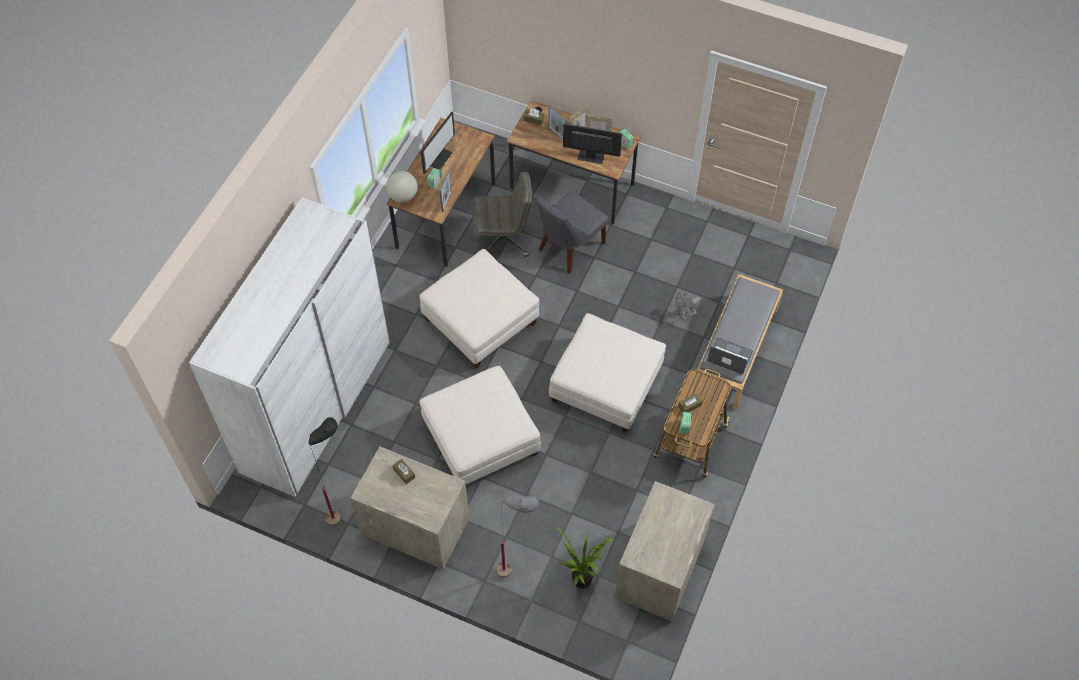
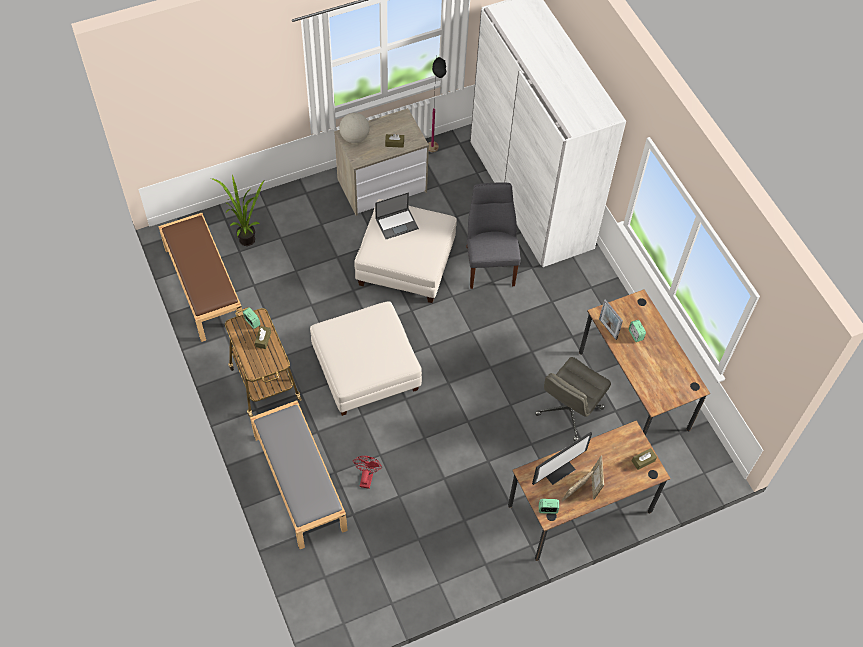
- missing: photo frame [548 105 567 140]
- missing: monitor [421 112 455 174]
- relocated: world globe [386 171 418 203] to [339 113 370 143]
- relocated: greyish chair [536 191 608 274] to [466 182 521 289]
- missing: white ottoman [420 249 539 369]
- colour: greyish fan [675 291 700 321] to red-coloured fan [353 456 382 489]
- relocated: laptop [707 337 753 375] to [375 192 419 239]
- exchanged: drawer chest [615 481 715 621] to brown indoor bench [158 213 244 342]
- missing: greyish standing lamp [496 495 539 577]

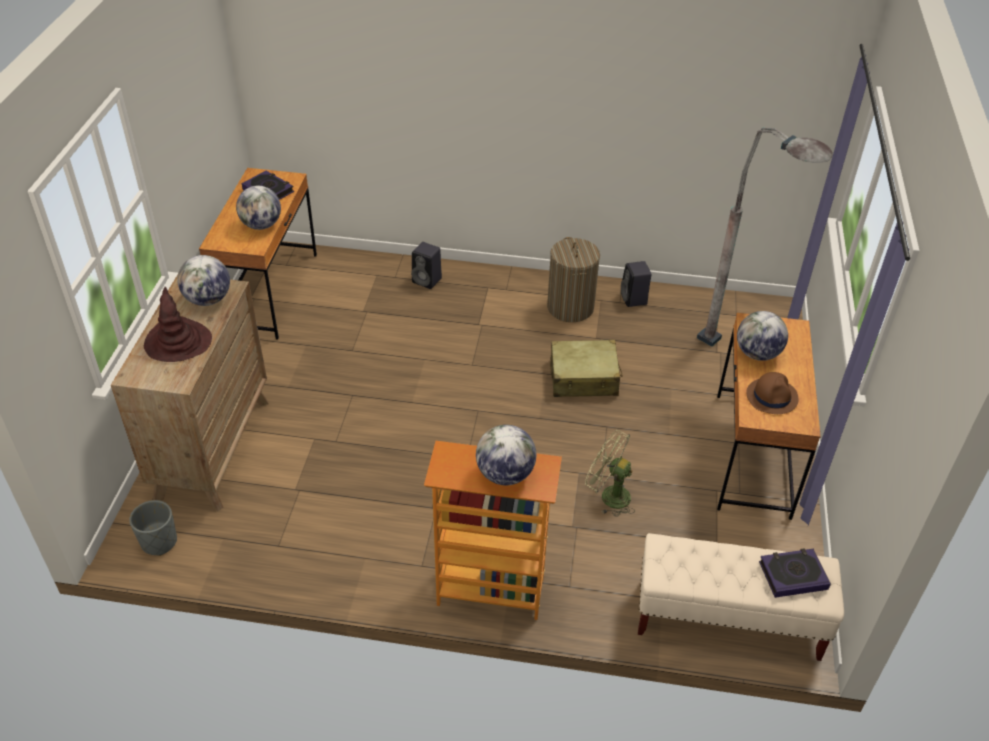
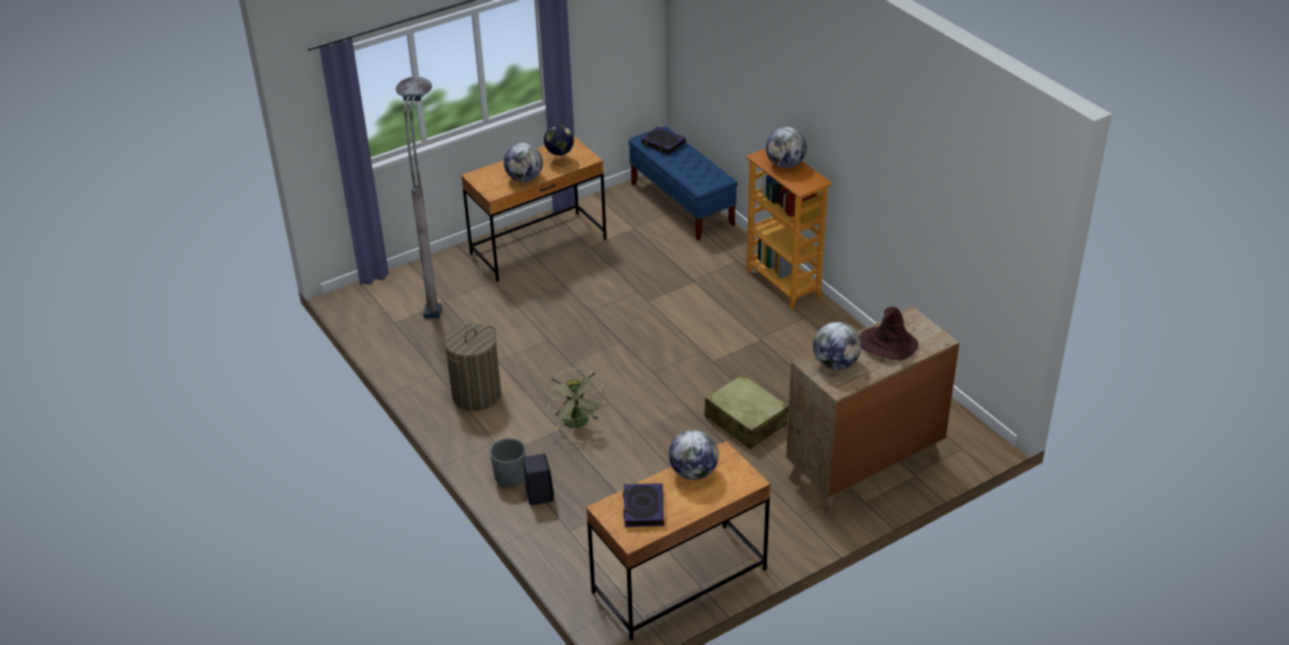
- missing: black audio speaker [621 261 651 307]
- relocated: beige travel case [550 340 623 397] to [704 374 789 449]
- exchanged: brown hat [746 372 799 414] to world globe [544 125 574 166]
- relocated: green fan [585 430 635 517] to [545 368 605 430]
- relocated: greyish planter [129 500 177 556] to [490 438 526 487]
- colour: beige indoor bench [638 533 844 661] to blue indoor bench [628 126 738 240]

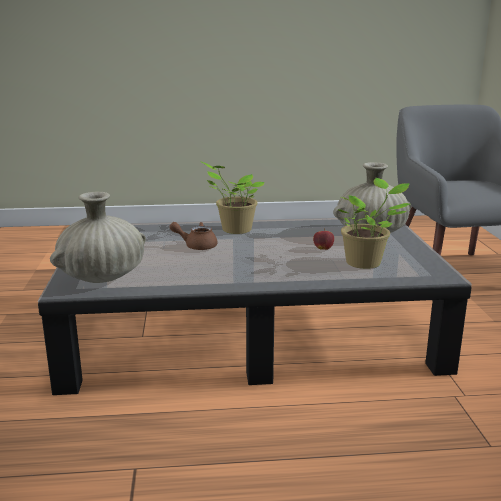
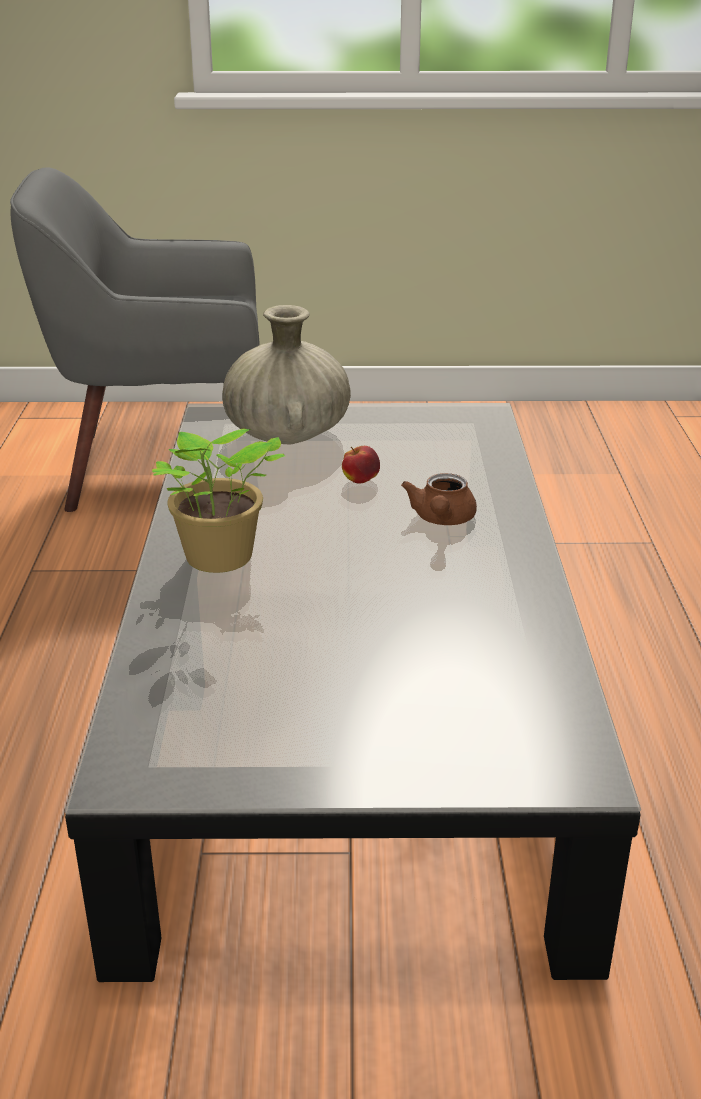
- missing: potted plant [338 178 410 269]
- missing: beige flower vase [50 192 146 283]
- relocated: brown tea pot [169 222 217 250] to [401 473 477 525]

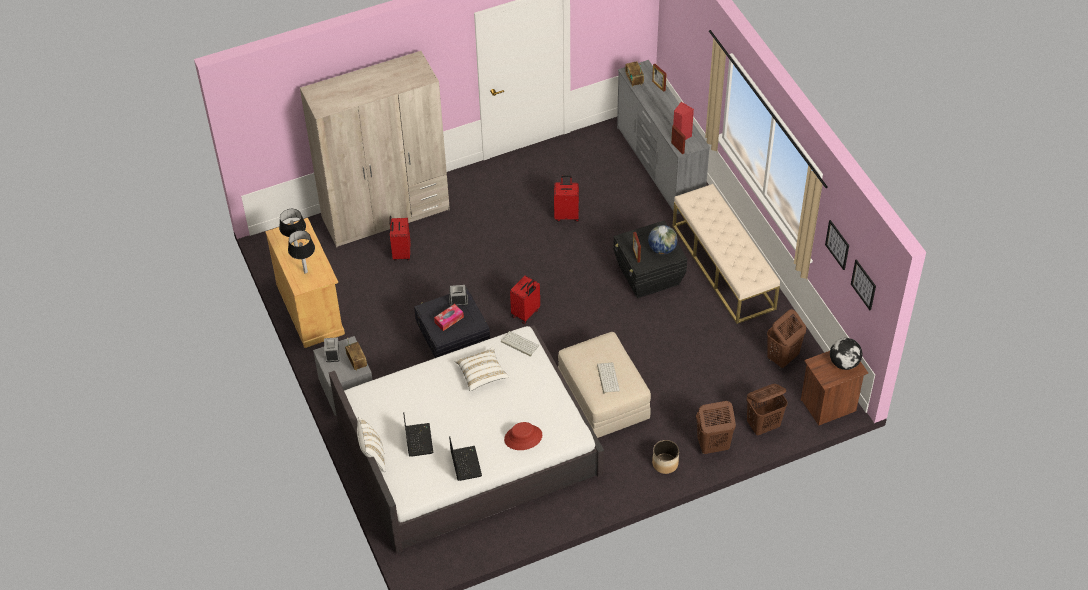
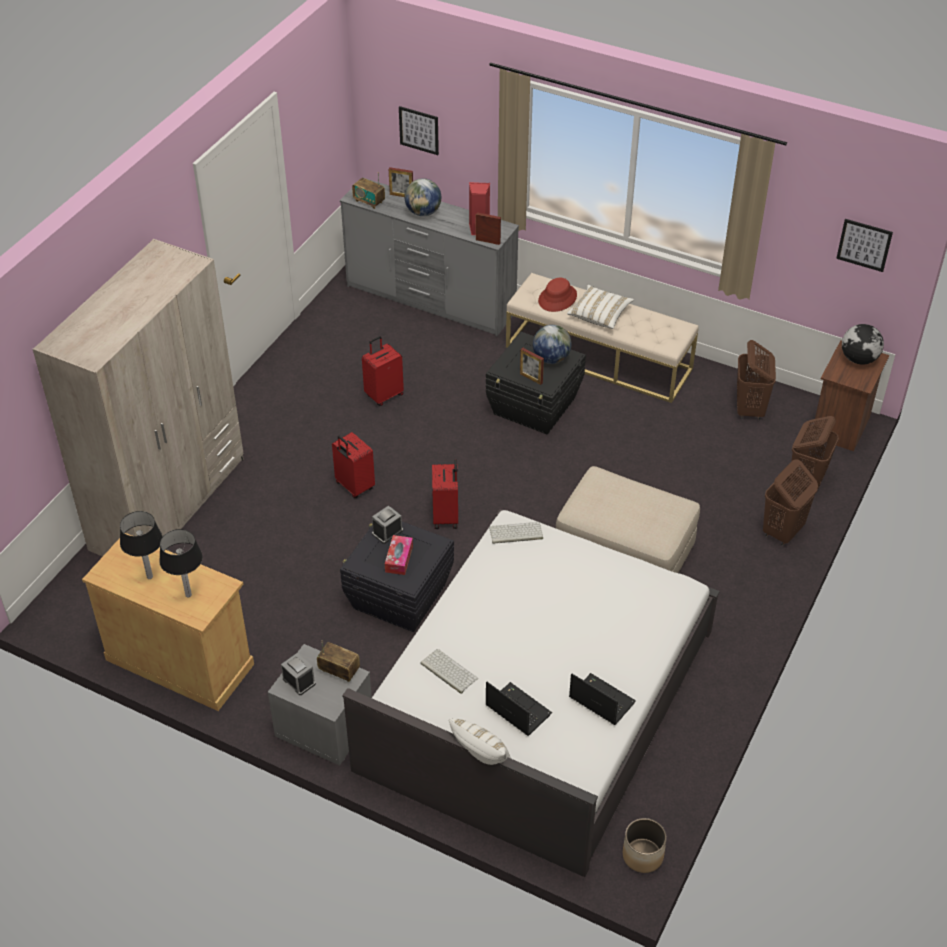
- relocated: red-coloured travel case [389 216 410 261] to [332 432 375 498]
- relocated: wall art [825 220 849 270] to [399 106 439 155]
- relocated: white throw pillow [454 347 509 391] to [567 285 634 329]
- relocated: keyboard [597 363 620 393] to [420 649 478 694]
- relocated: red-coloured hat [504 422 542 450] to [538 277 577 312]
- relocated: planter [652 440 679 474] to [623 818 667 873]
- appeared: world globe [404 178 441 216]

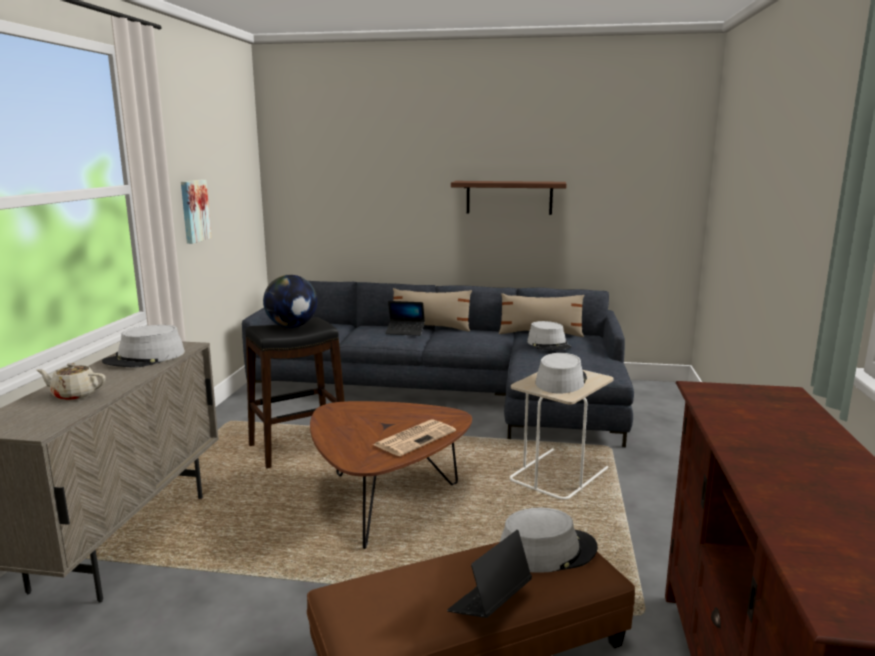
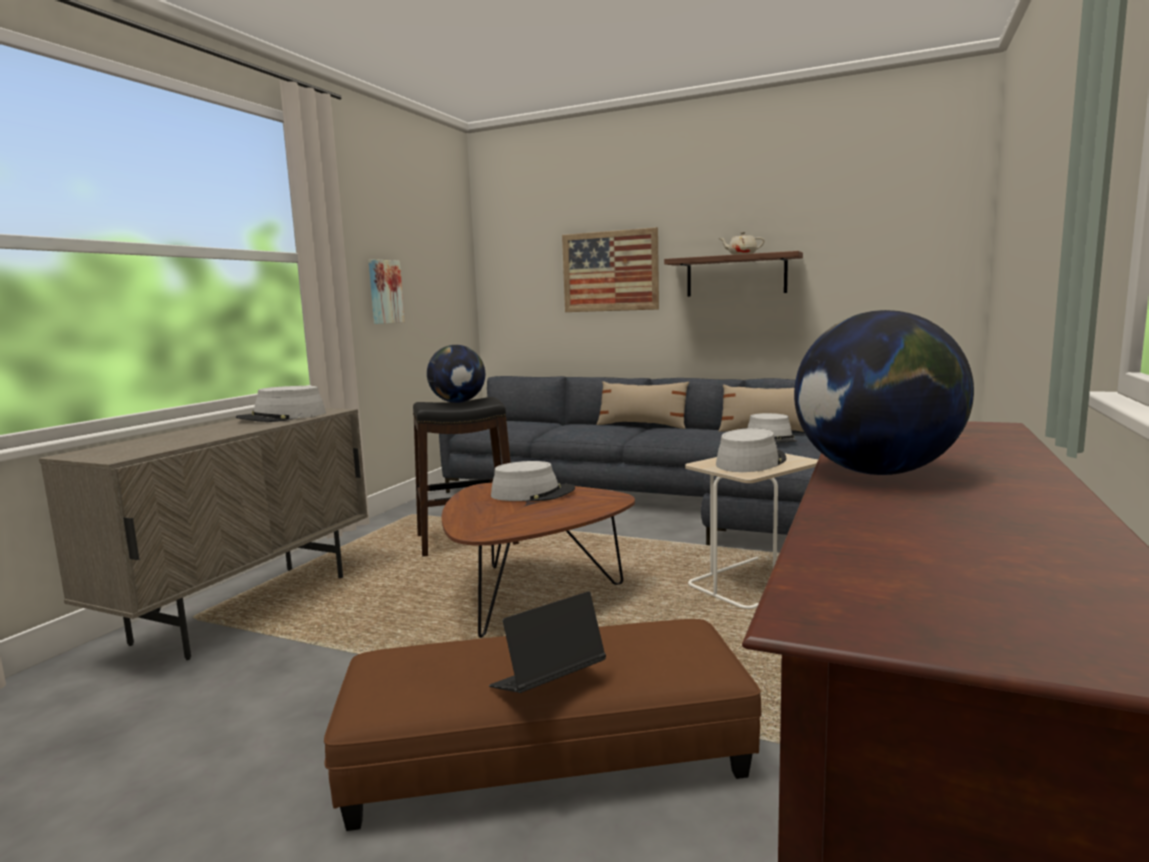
- missing: laptop [386 301 425 336]
- relocated: beige tea pot [36 363 105 401] to [719 232 765 255]
- missing: daily paper [373 419 456 456]
- relocated: greyish hat [500 508 598 573] to [491 461 575 501]
- appeared: wall art [562 227 659 312]
- appeared: world globe [794 310 974 475]

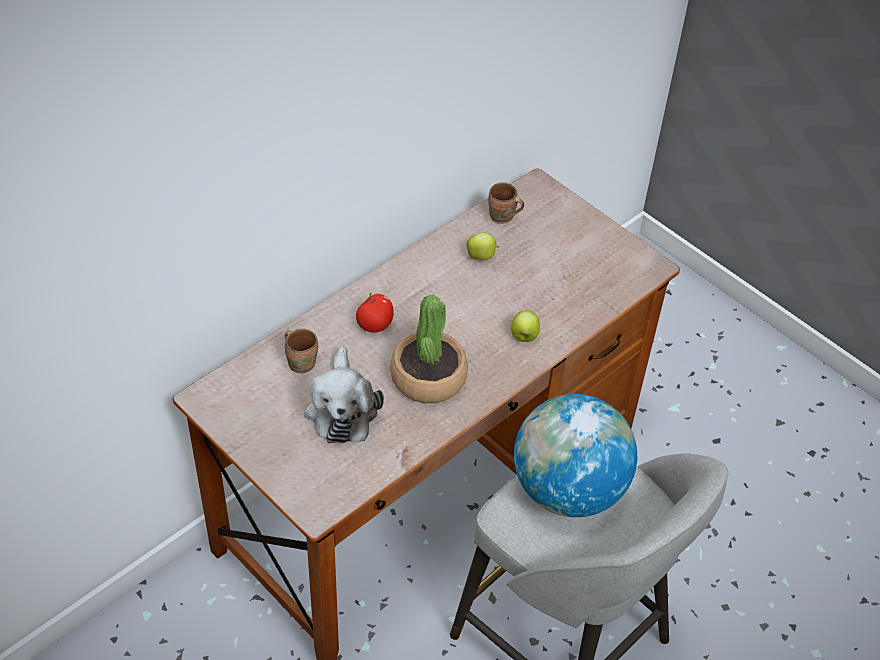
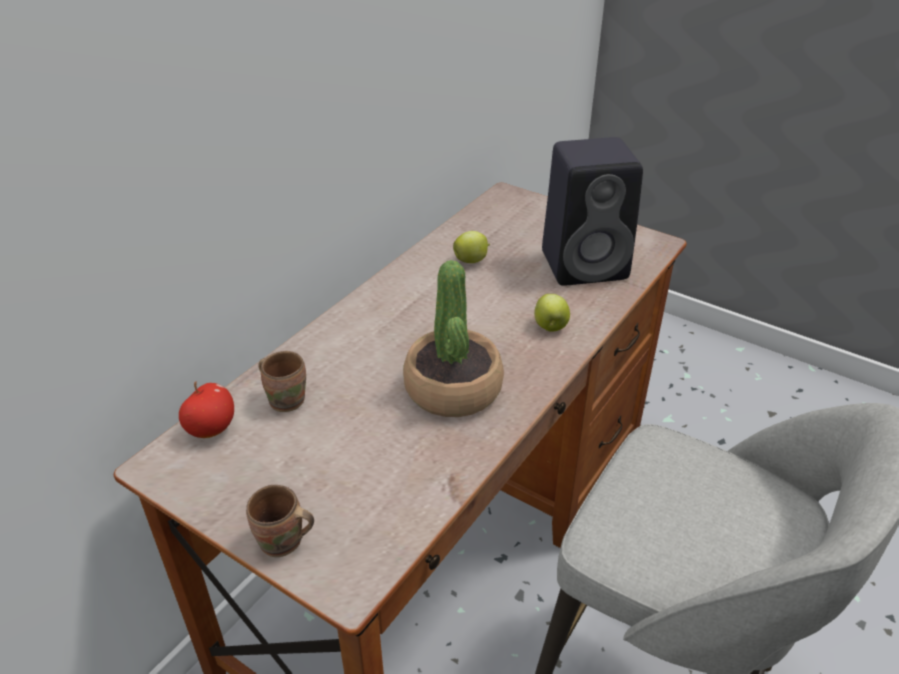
- relocated: brown tea mug [488 182 524 224] to [246 485 314 557]
- relocated: apple [356 293 394 333] to [179 382 234 438]
- missing: cuddly toy [304 346 384 443]
- missing: world globe [514 394 637 517]
- appeared: black audio speaker [542 137 643 286]

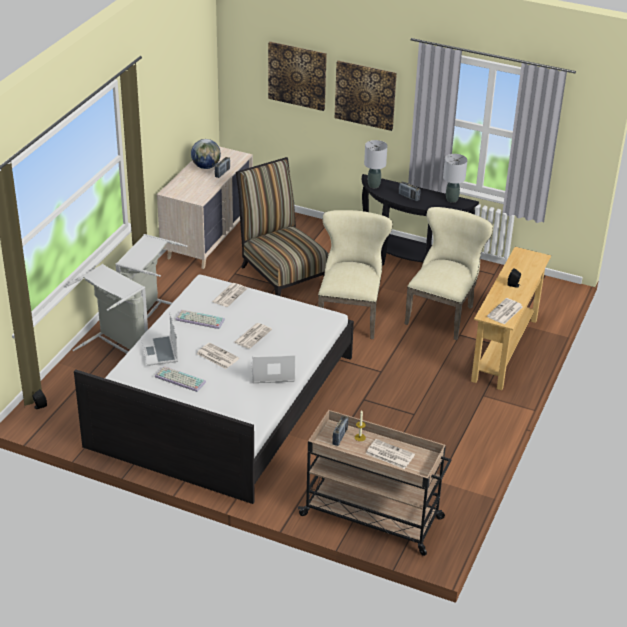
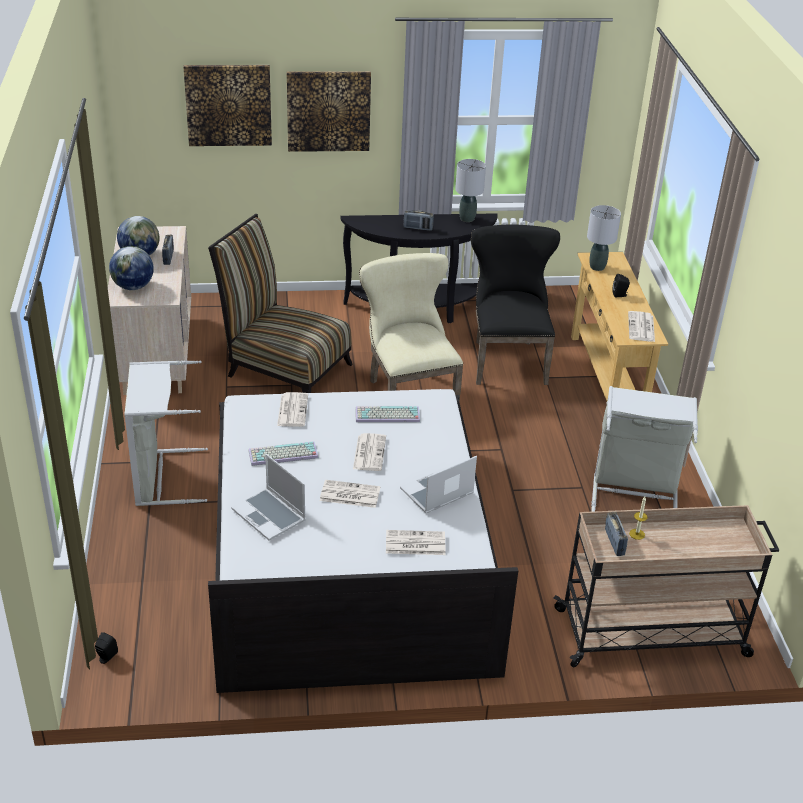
- relocated: greyish table lamp [364 140 387 188] to [587 205 621 271]
- colour: beige chair [404 207 493 340] to black chair [471 225 560 385]
- relocated: greyish hamper [65 264 148 354] to [591 386 698 512]
- relocated: keyboard [155 366 206 392] to [355 406 420 422]
- relocated: daily paper [366 439 415 469] to [386 530 446 555]
- appeared: world globe [109 246 154 290]

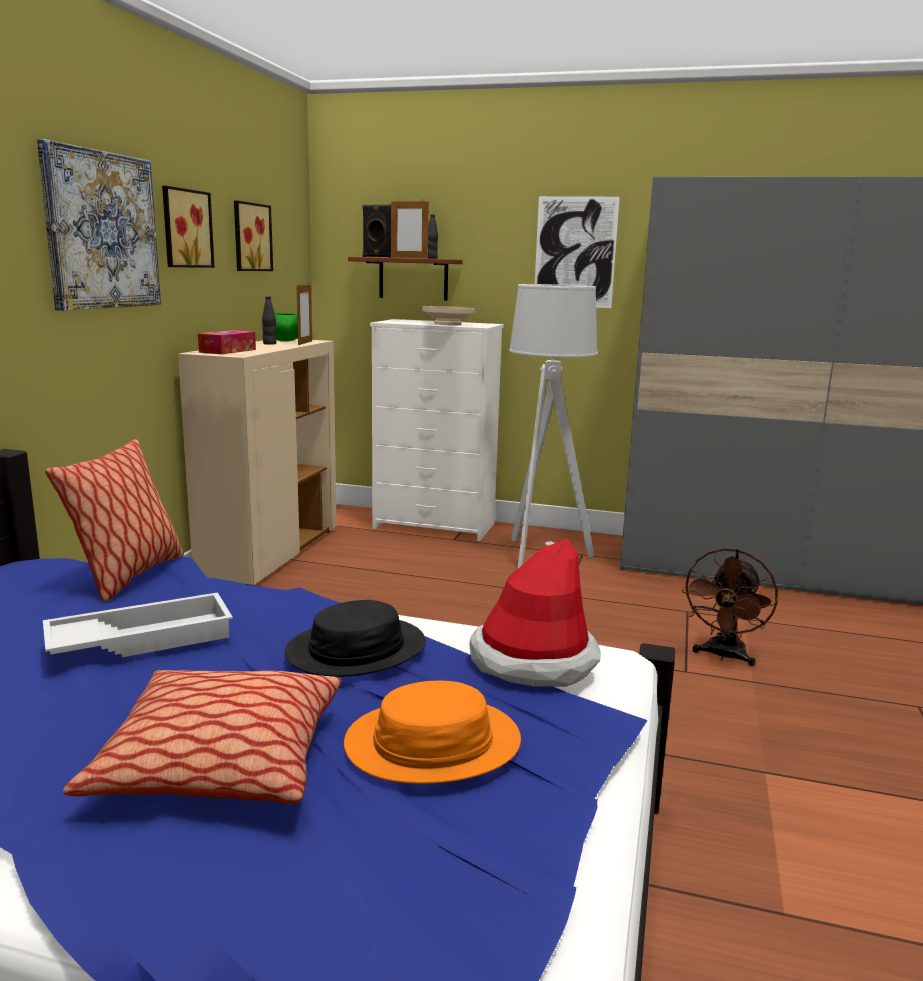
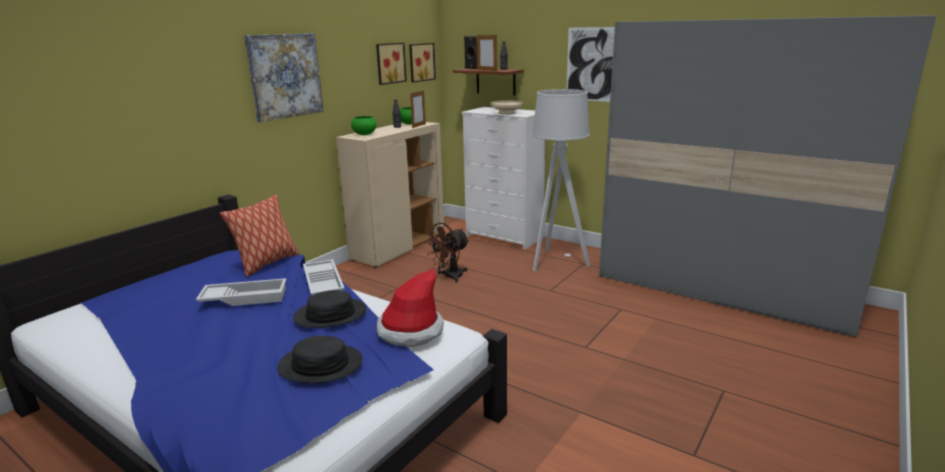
- relocated: wall art [162 186 215 268] to [409 43 436 83]
- exchanged: tissue box [198 330 256 354] to green serving bowl [351 116 376 135]
- relocated: brown fan [682 548 778 666] to [424 222 469 282]
- missing: throw pillow [63 670 341 804]
- colour: orange hat [344 681 521 784] to black hat [277 336 363 383]
- appeared: white serving tray [303 259 345 295]

